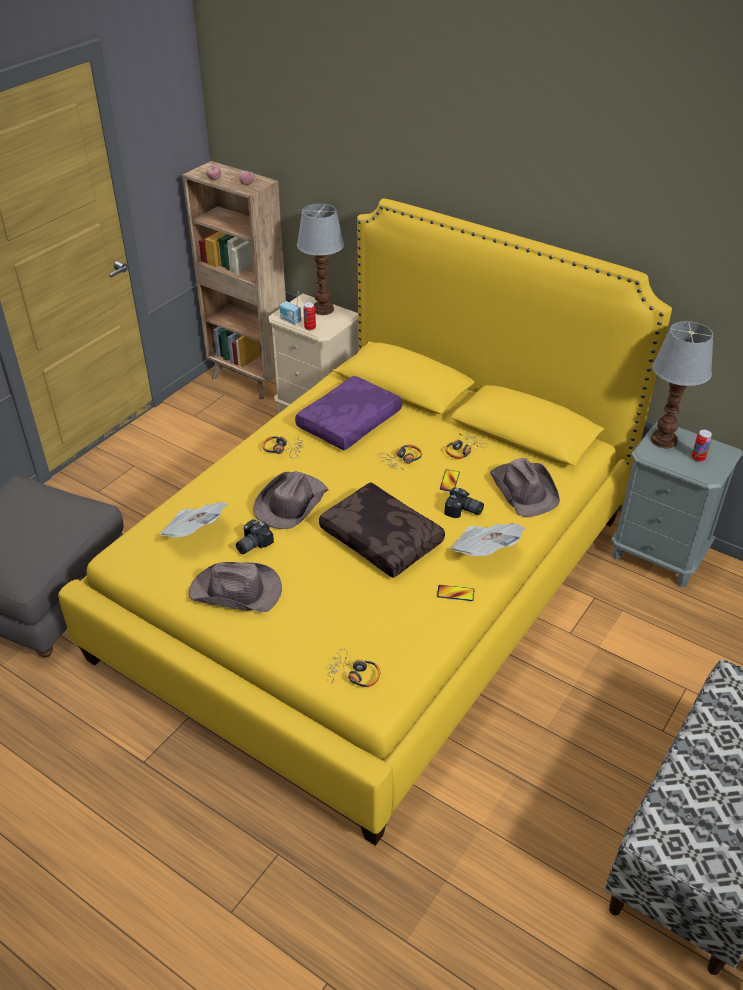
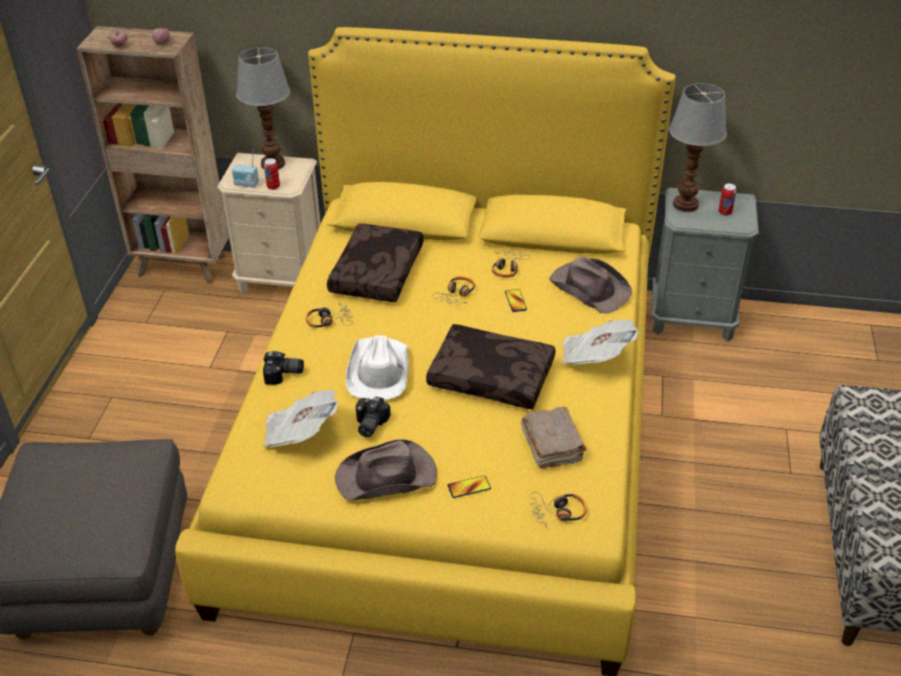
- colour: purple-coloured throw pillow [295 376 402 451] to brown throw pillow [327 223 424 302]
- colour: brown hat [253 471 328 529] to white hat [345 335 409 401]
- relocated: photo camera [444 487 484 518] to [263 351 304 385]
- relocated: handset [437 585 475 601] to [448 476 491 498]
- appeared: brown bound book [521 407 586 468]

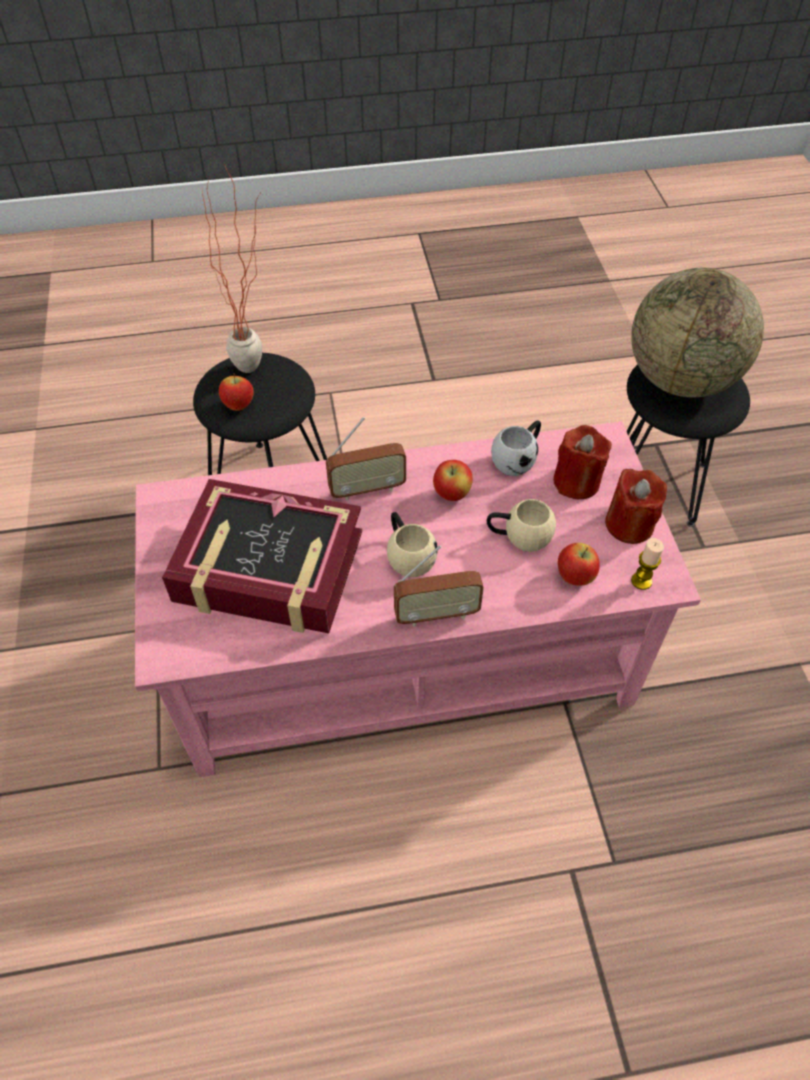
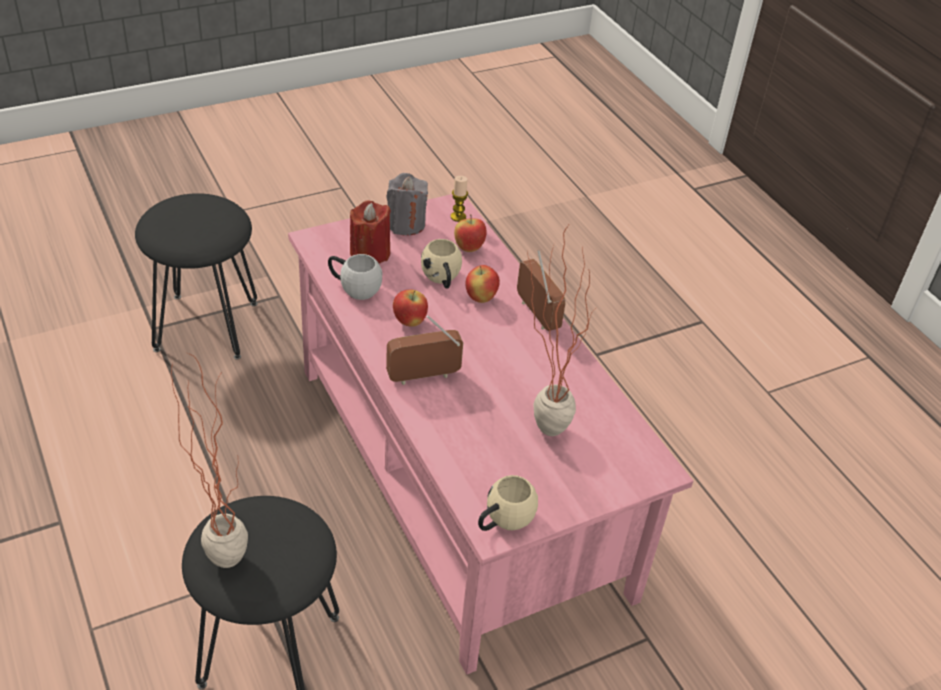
- missing: world globe [631 267 764 397]
- relocated: apple [219 373 254 411] to [465 265 500 303]
- spun: radio receiver [326 417 406 501] = [386 315 463 385] 75 degrees counterclockwise
- colour: red-coloured wax candle [605 469 667 544] to greyish wax candle [386 173 428 236]
- exchanged: bound book [162 479 362 634] to potted plant [527 225 598 436]
- relocated: beige tea mug [387 512 437 577] to [478 475 538 531]

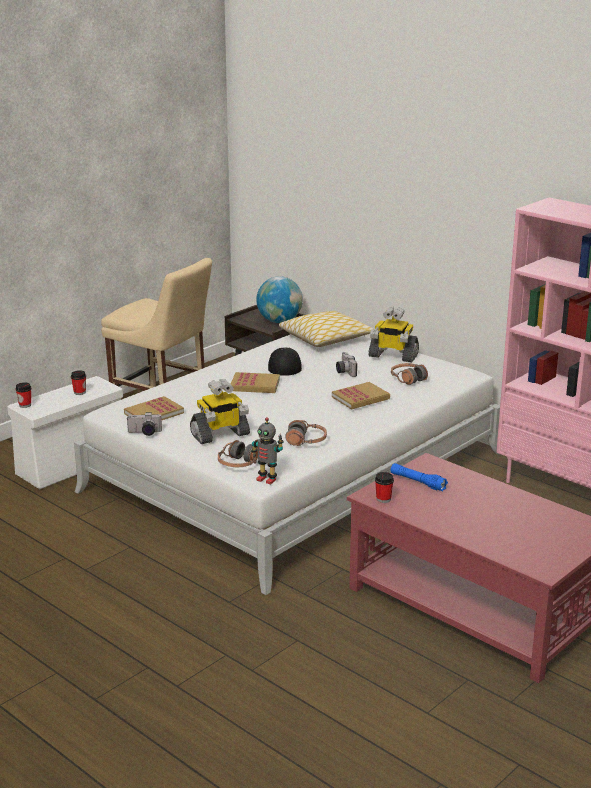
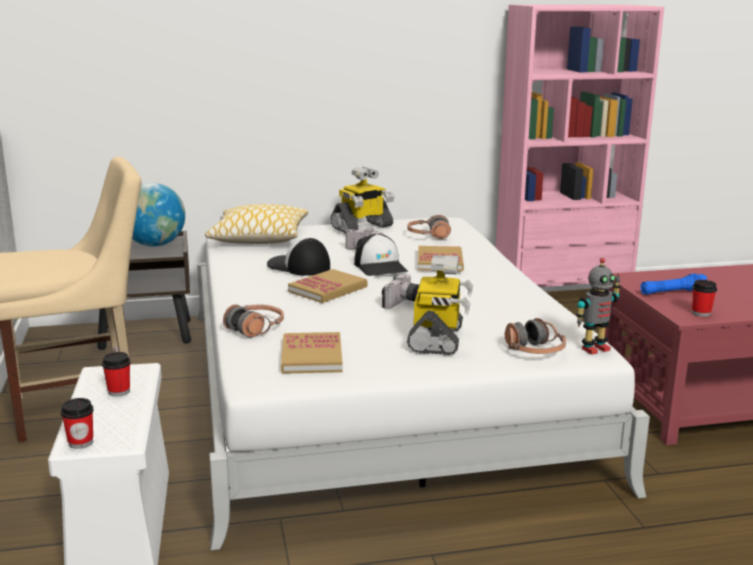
- relocated: photo camera [126 412 162 436] to [382 274 419 309]
- relocated: headset [285 420 327 446] to [223 304 284 337]
- appeared: cap [354 234 408 276]

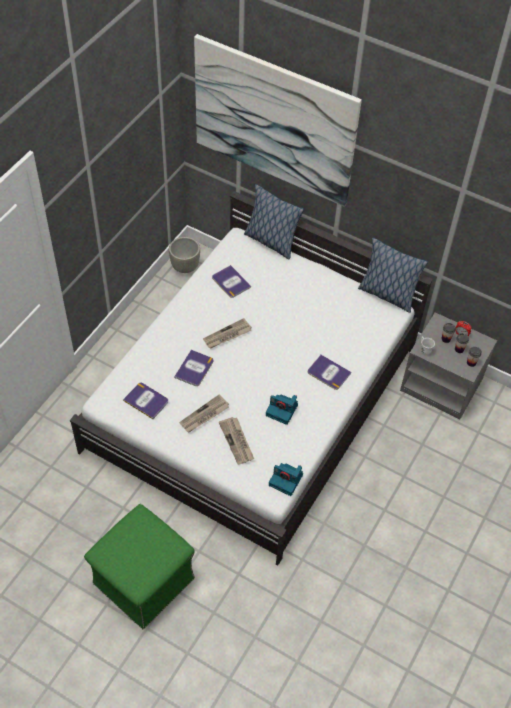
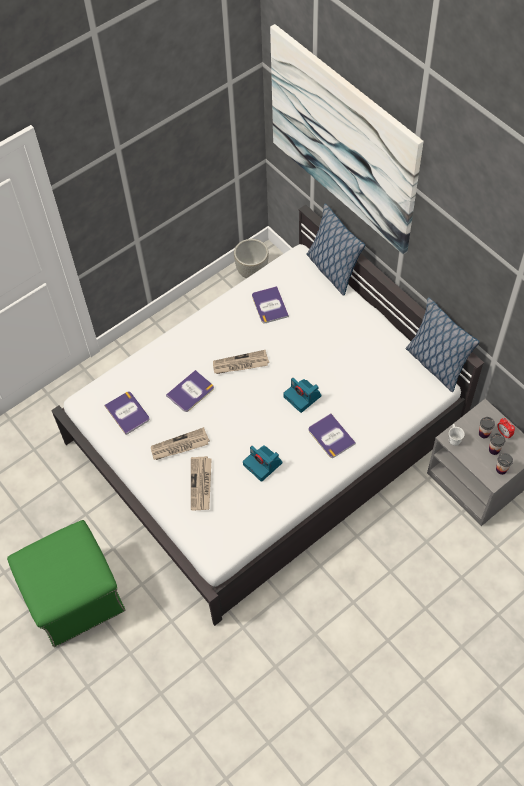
- relocated: photo camera [269 463 303 496] to [283 378 321 413]

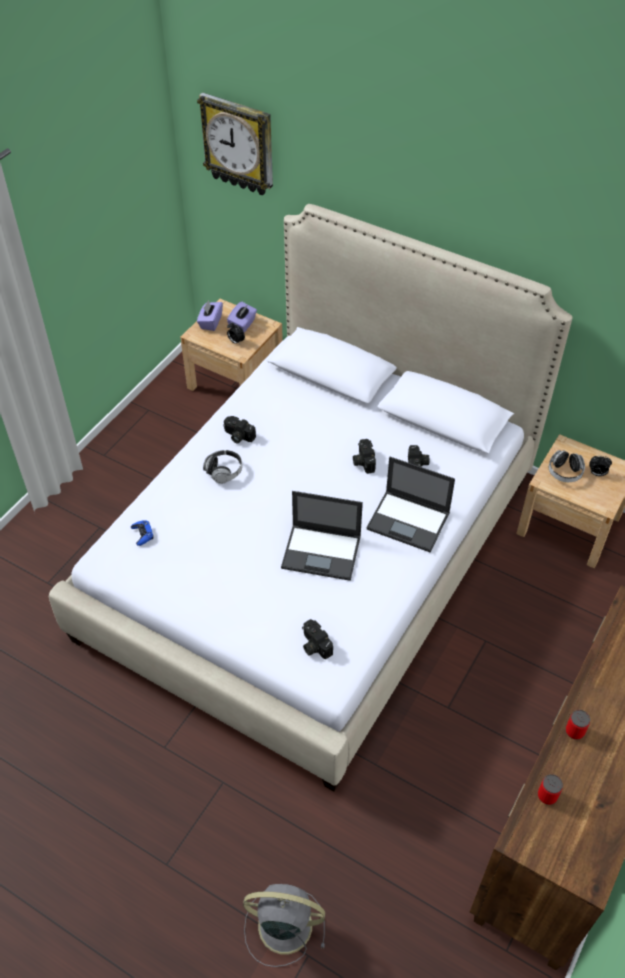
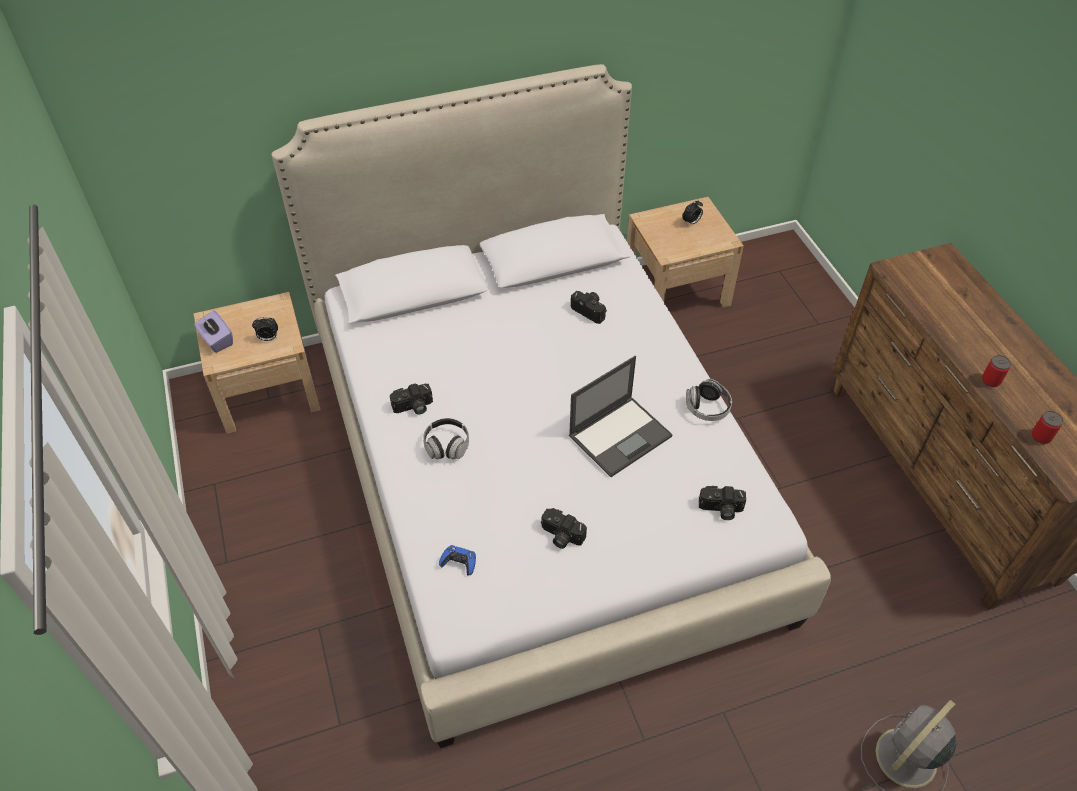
- missing: wall clock [197 93 273 196]
- missing: purple-coloured tissue box [227 302 257 332]
- relocated: photo camera [353 439 376 474] to [541 508 587 549]
- relocated: headset [549 450 585 482] to [686 379 732 421]
- missing: laptop [366 457 455 552]

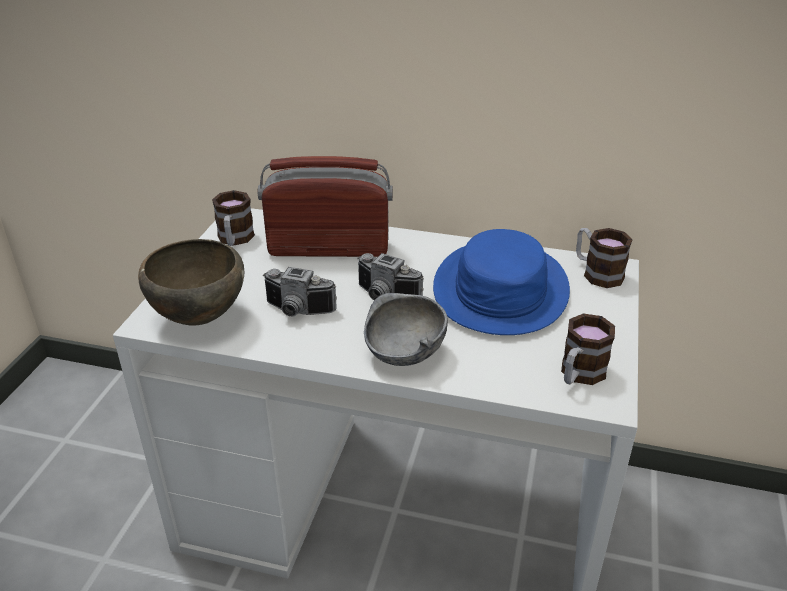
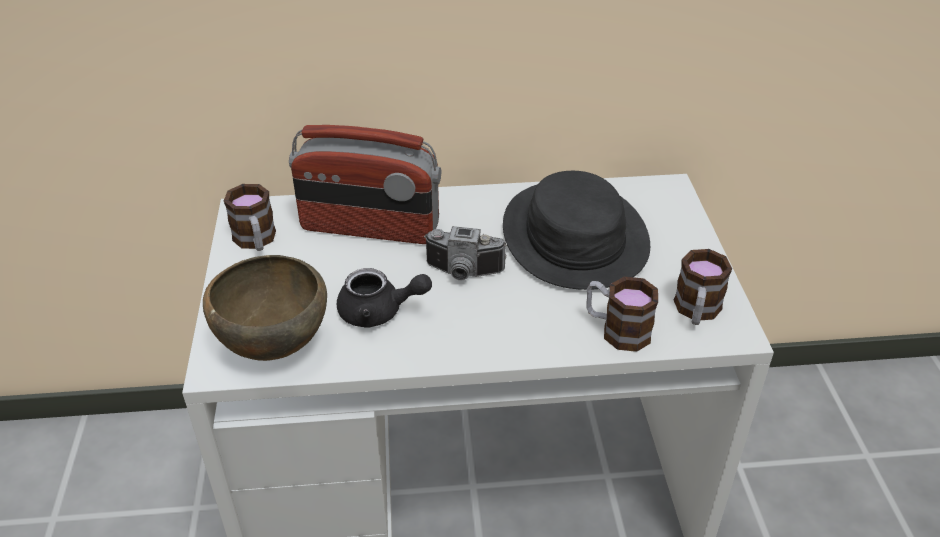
- spun: radio receiver [258 156 393 257] = [289 125 441 244] 150 degrees counterclockwise
- relocated: tea mug [576 228 633 288] to [586 277 658 352]
- colour: blue hat [433 229 570 335] to black hat [503 171 650 290]
- exchanged: photo camera [263 267 337 317] to black tea pot [337 268 432 328]
- missing: greyish serving bowl [364 293 448 366]

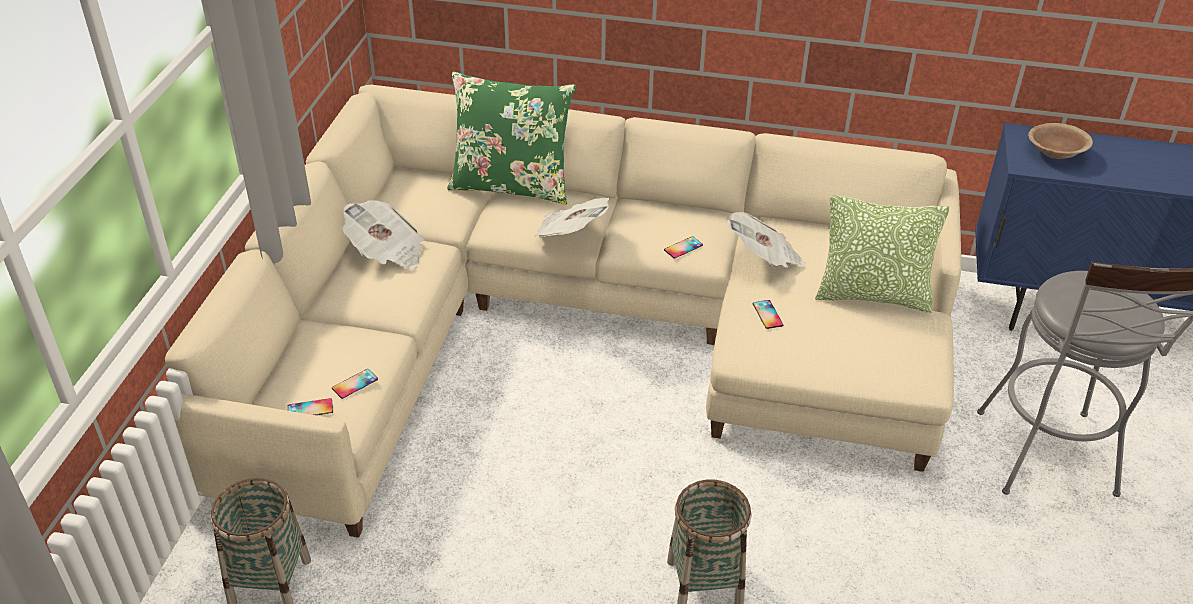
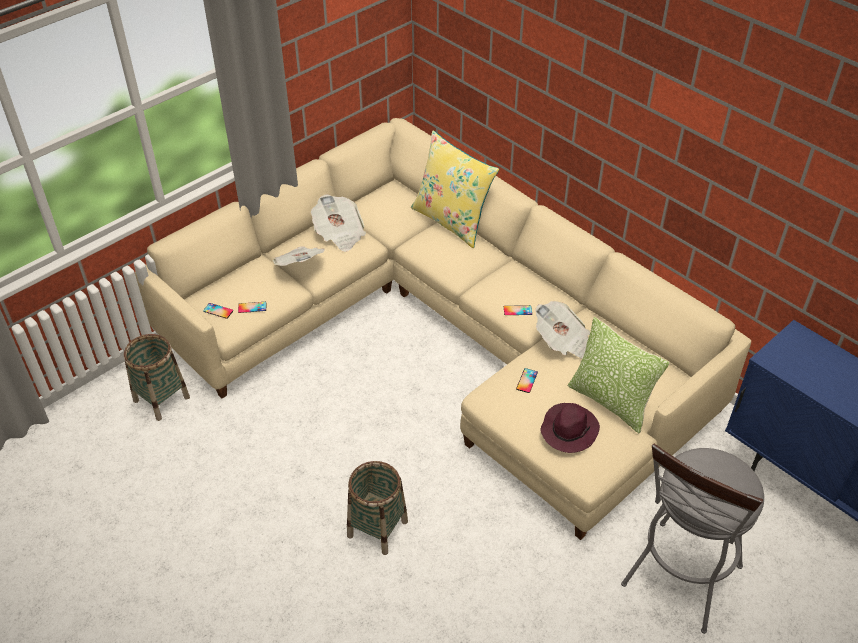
- colour: green throw pillow [447 72 576 205] to yellowish throw pillow [411 130 499 248]
- missing: brown serving bowl [1028 123 1093 159]
- relocated: daily paper [534 198 610 237] to [273 246 324 266]
- appeared: purple-coloured hat [541 403 600 453]

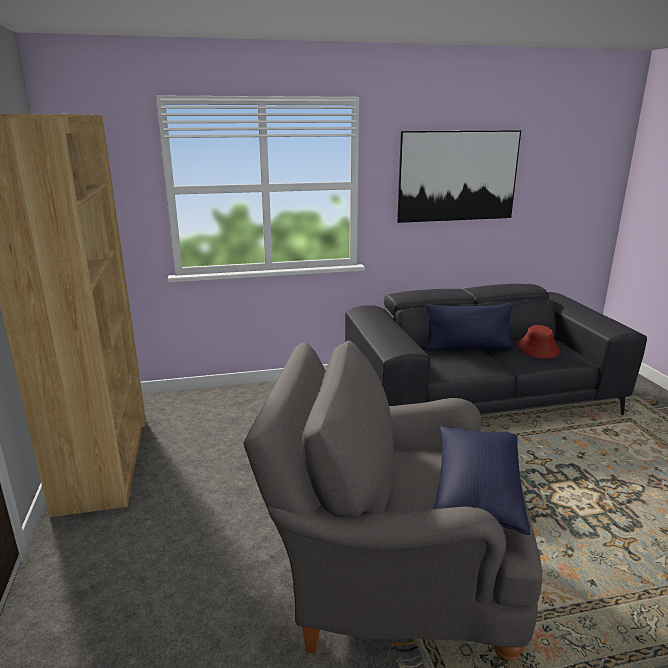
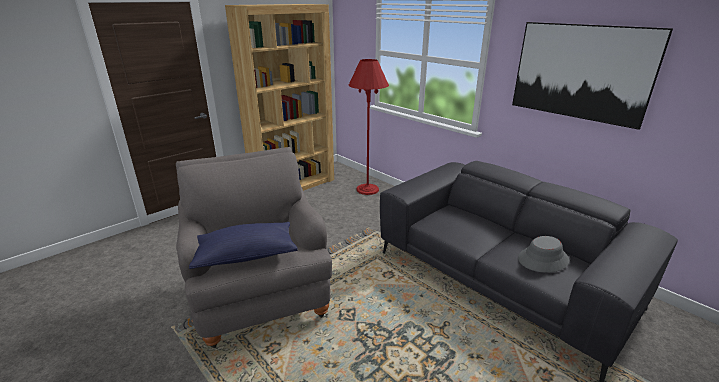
- missing: blue throw pillow [426 302 514 351]
- colour: red-coloured hat [517 325 560 359] to greyish hat [518 236 569 273]
- appeared: red-coloured standing lamp [349 59 389 195]

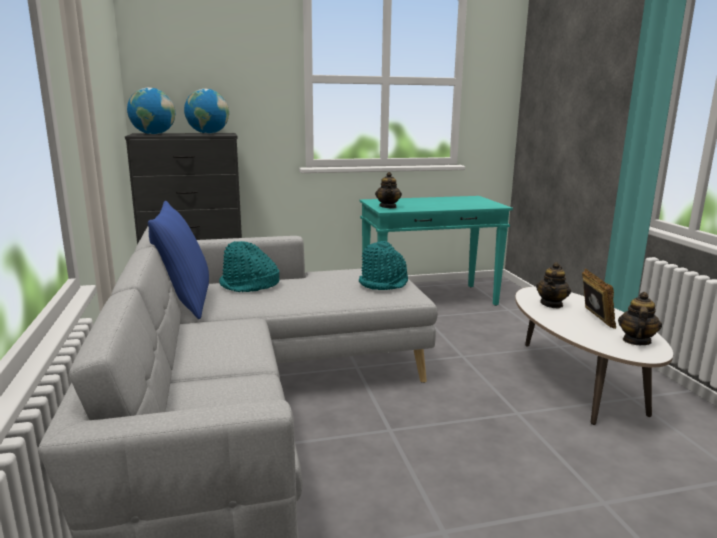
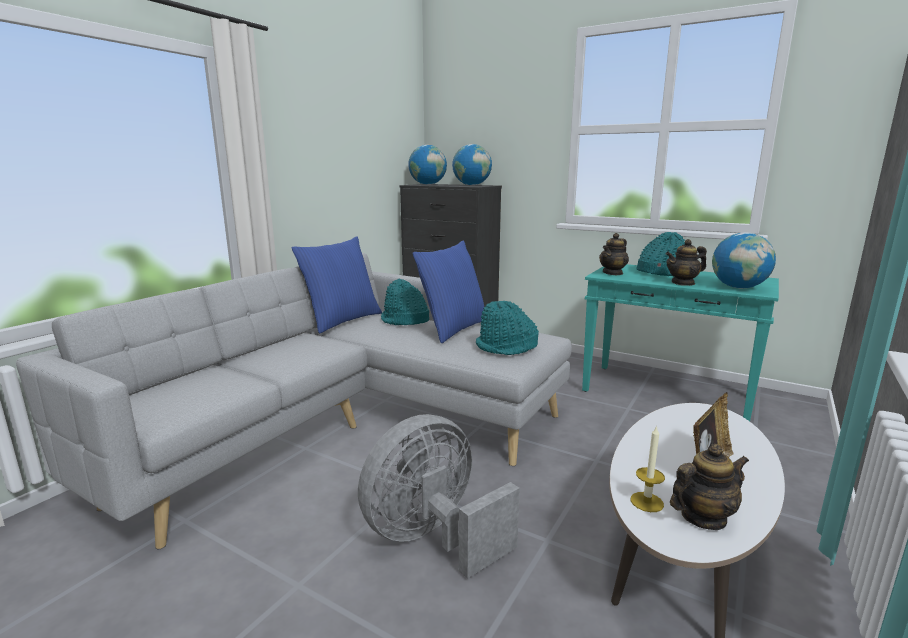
- relocated: tea pot [536 262 571 308] to [666 239 707 286]
- appeared: blue-green hat [636 232 685 276]
- appeared: world globe [712 232 776 288]
- appeared: blue throw pillow [413 240 484 343]
- appeared: greyish fan [358 414 520 579]
- appeared: wax candle [631 425 665 512]

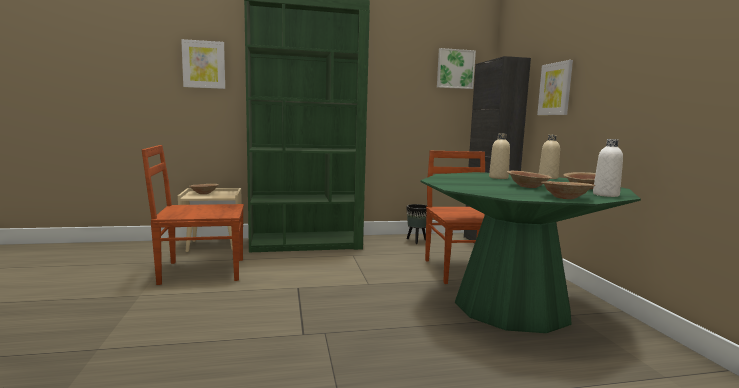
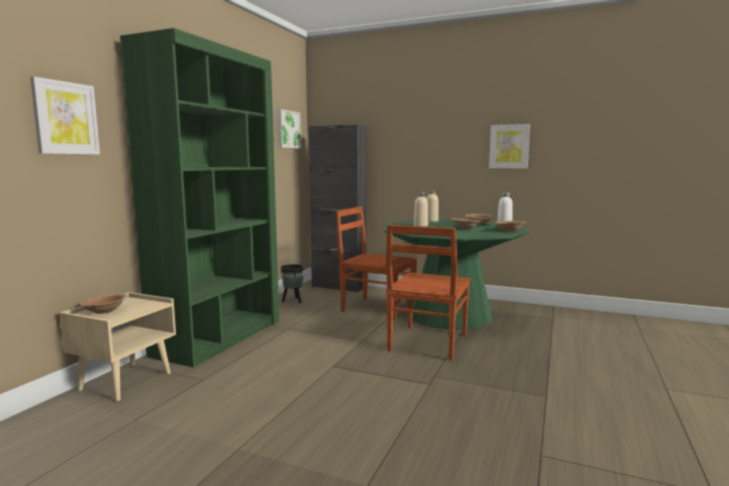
- relocated: wall art [537 60 573 115] to [489 124 530 169]
- relocated: brown chair [142 145 244 285] to [386 225 470 361]

